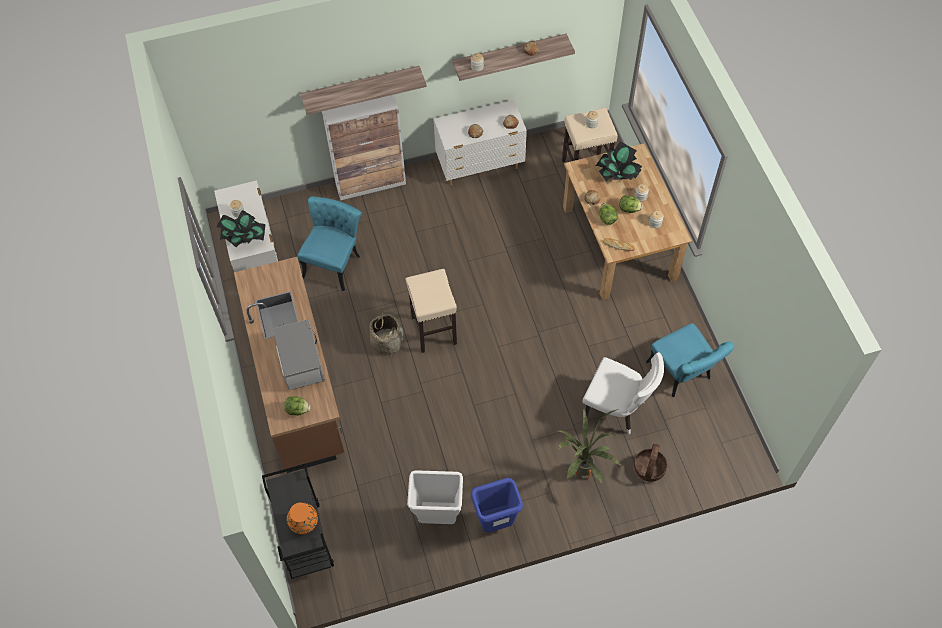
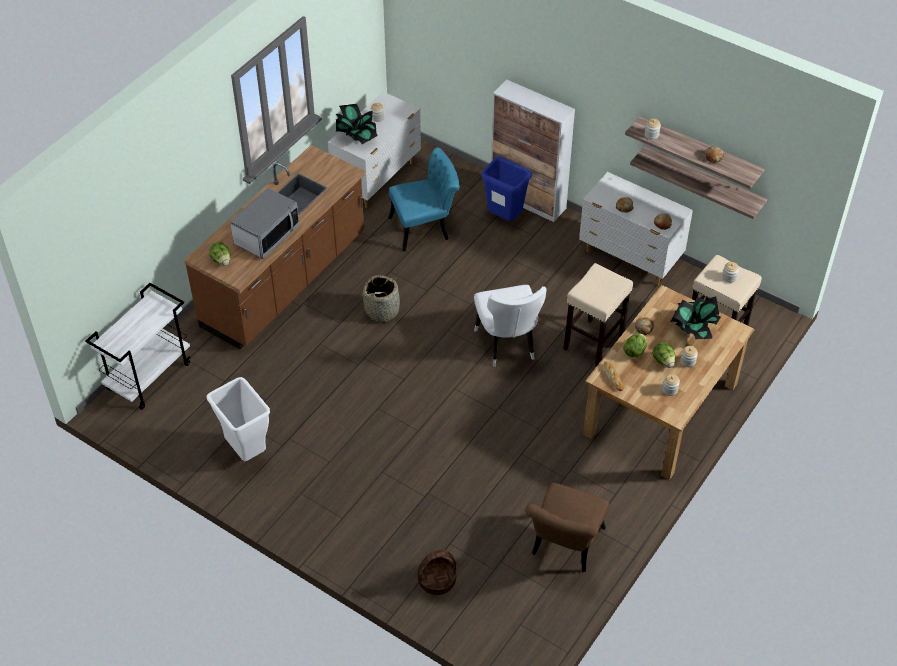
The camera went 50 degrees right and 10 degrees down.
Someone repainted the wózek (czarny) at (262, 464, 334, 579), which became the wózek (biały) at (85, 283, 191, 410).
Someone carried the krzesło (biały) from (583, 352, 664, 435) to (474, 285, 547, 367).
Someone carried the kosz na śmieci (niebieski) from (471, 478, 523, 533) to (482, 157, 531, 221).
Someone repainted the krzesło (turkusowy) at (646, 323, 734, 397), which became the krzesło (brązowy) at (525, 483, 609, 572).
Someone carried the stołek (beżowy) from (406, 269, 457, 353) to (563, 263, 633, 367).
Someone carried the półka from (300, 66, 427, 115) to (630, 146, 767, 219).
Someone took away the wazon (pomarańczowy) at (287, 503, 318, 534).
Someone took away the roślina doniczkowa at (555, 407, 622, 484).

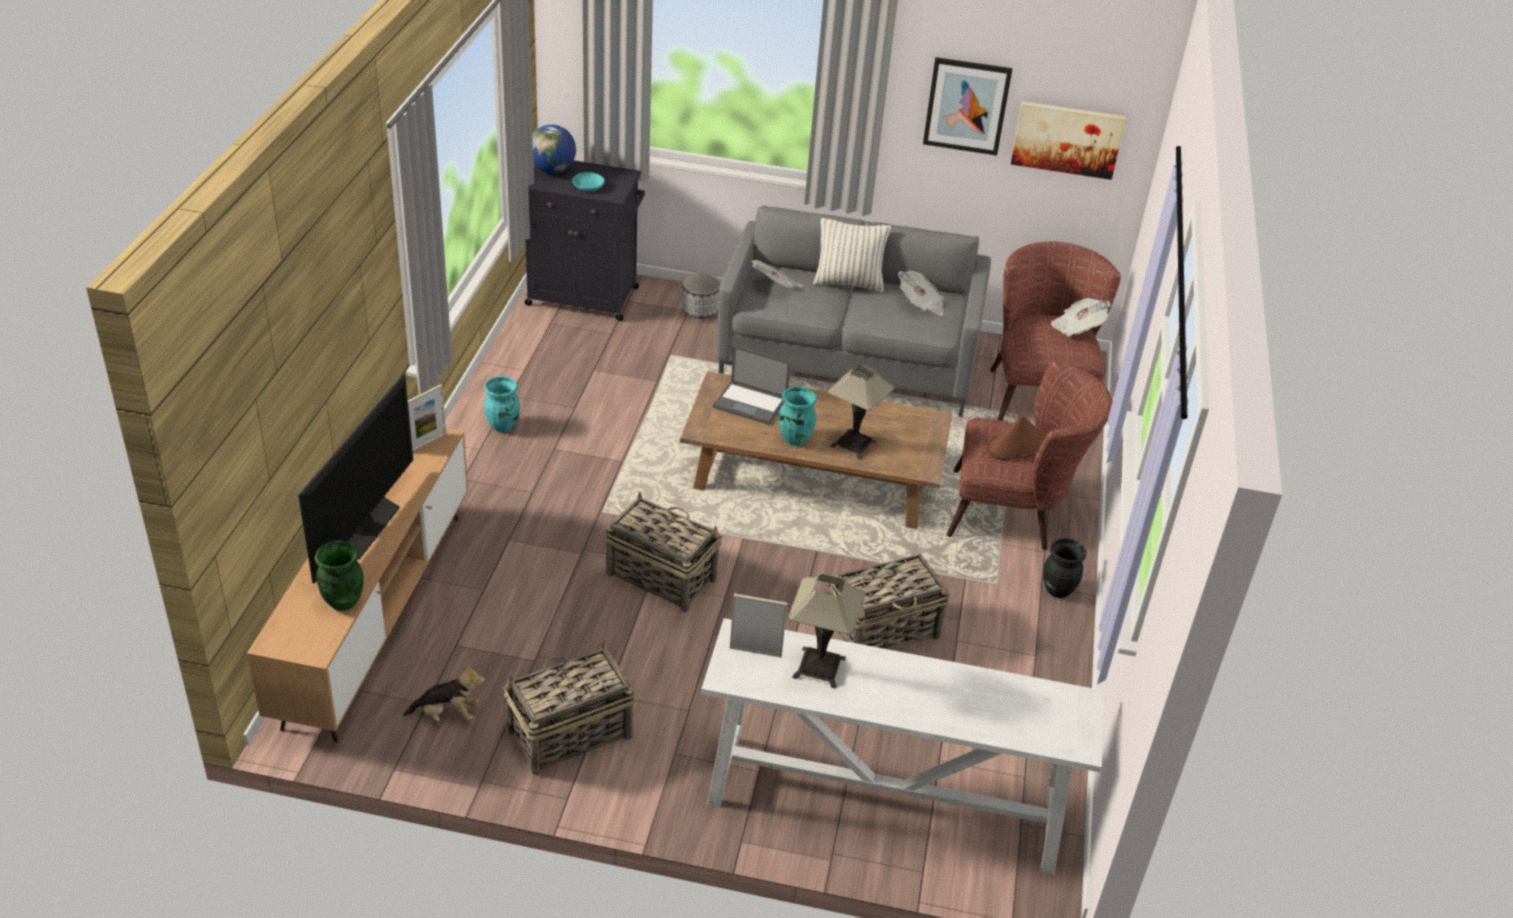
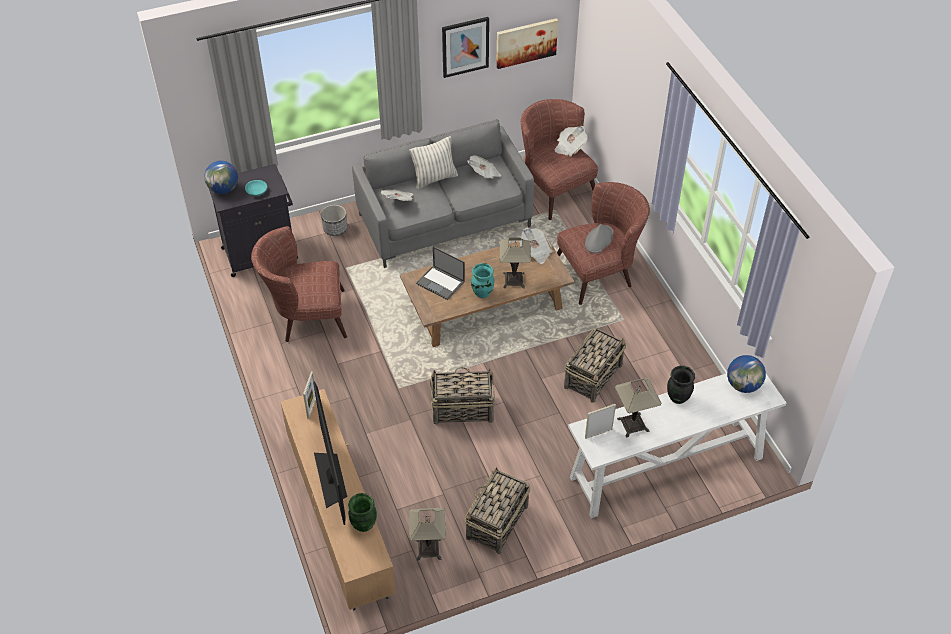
The camera went 30 degrees left and 10 degrees up.
Someone put down the fotel (brązowy) at (251, 226, 347, 342).
Someone swapped the pluszak at (403, 663, 485, 721) for the lampa stołowa at (409, 508, 446, 561).
Someone rotated the laptop at (713, 346, 791, 425) by 45 degrees clockwise.
Someone put down the gazeta at (519, 228, 552, 264).
Someone repainted the kapelusz (brązowy) at (986, 416, 1047, 460), which became the kapelusz (szary) at (585, 224, 613, 253).
Someone carried the wazon (czarny) from (1043, 538, 1086, 598) to (667, 366, 695, 404).
Someone put down the globus at (727, 355, 766, 393).
Someone took away the wazon (turkusowy) at (484, 376, 520, 432).

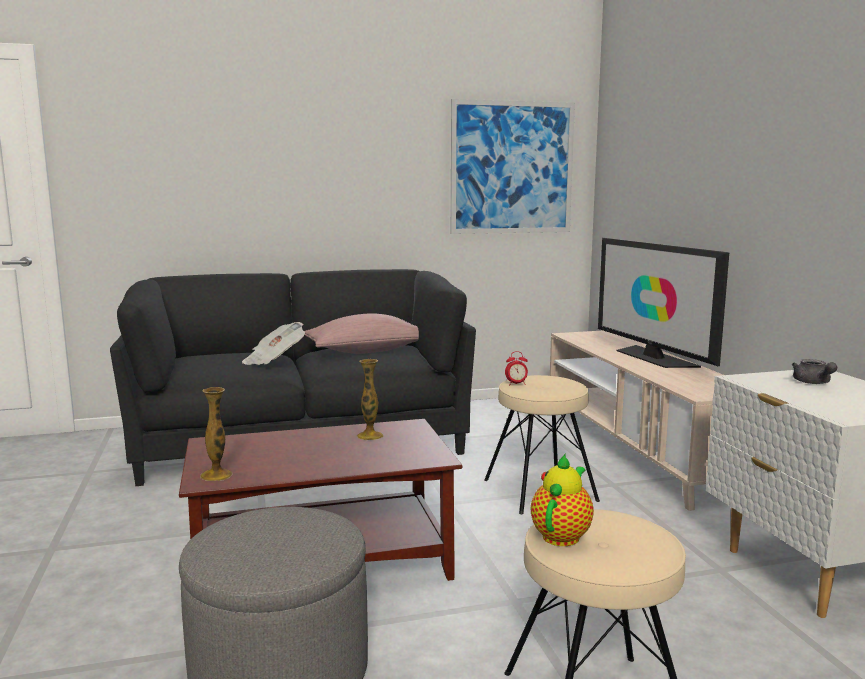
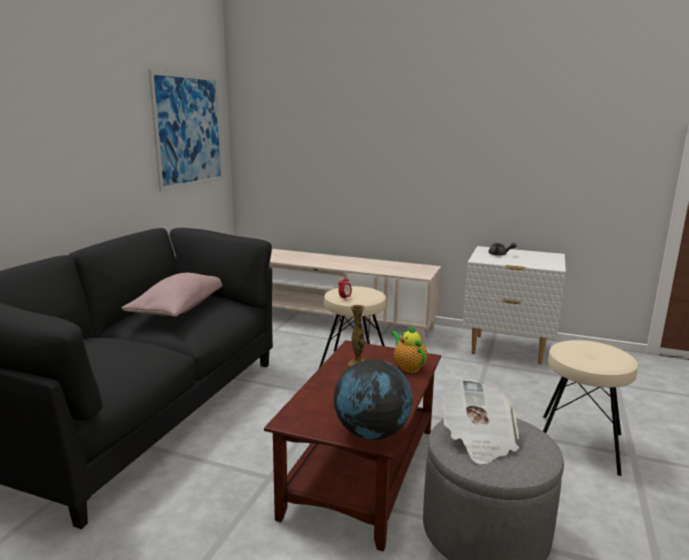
The camera went 55 degrees left and 5 degrees up.
Someone swapped the wazon at (200, 387, 233, 481) for the globus at (334, 359, 413, 440).
Someone carried the imbryk from (530, 454, 594, 546) to (391, 325, 427, 373).
Someone carried the gazeta from (242, 322, 305, 365) to (441, 379, 519, 464).
Someone took away the telewizor at (598, 238, 729, 368).

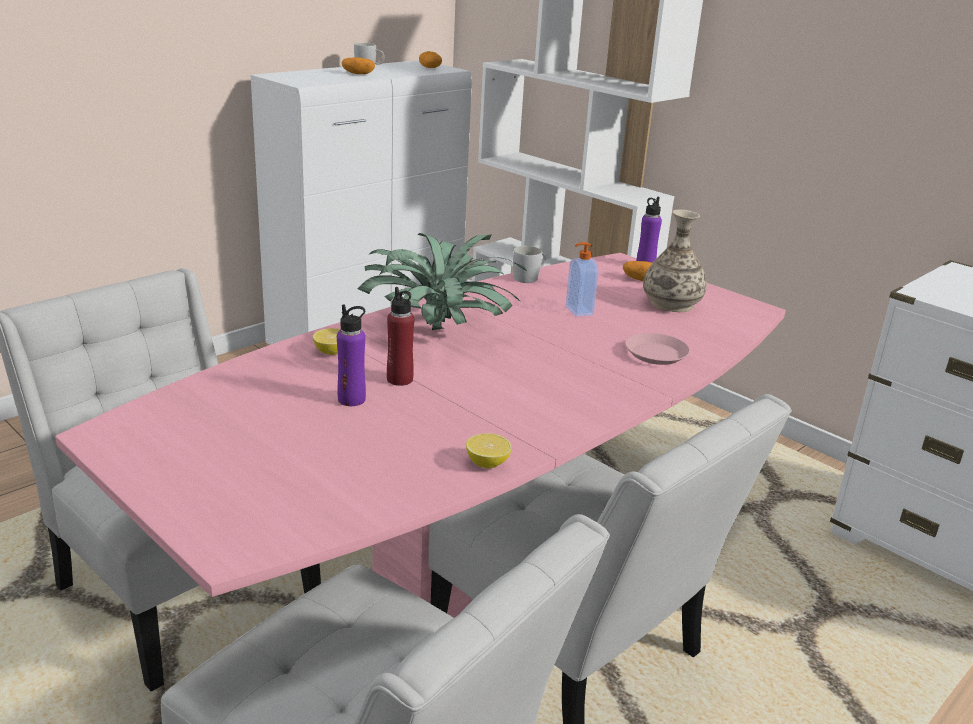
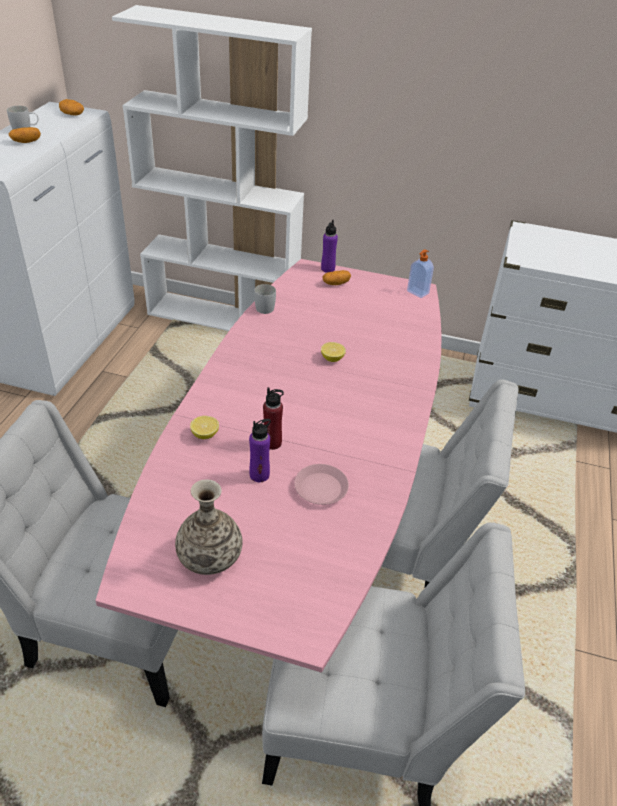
The camera went 30 degrees left and 15 degrees up.
Someone carried the wazon from (643, 209, 707, 312) to (175, 479, 242, 575).
Someone carried the talerz (różowy) from (625, 333, 690, 365) to (294, 464, 349, 505).
Someone carried the cytryna from (466, 433, 512, 468) to (321, 342, 346, 362).
Someone carried the dozownik mydła from (566, 242, 598, 317) to (407, 249, 434, 298).
Someone took away the roślina doniczkowa at (358, 233, 527, 330).

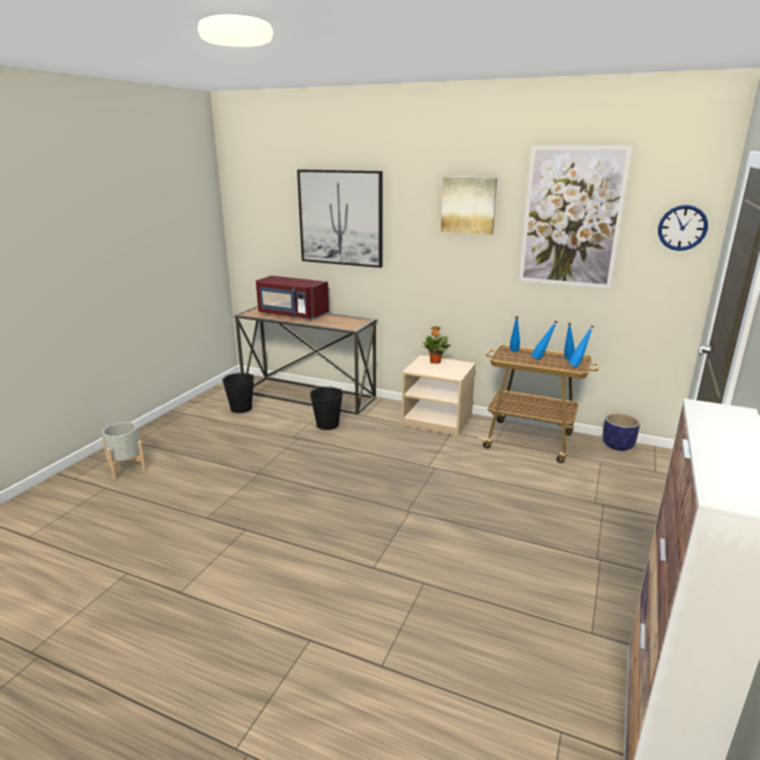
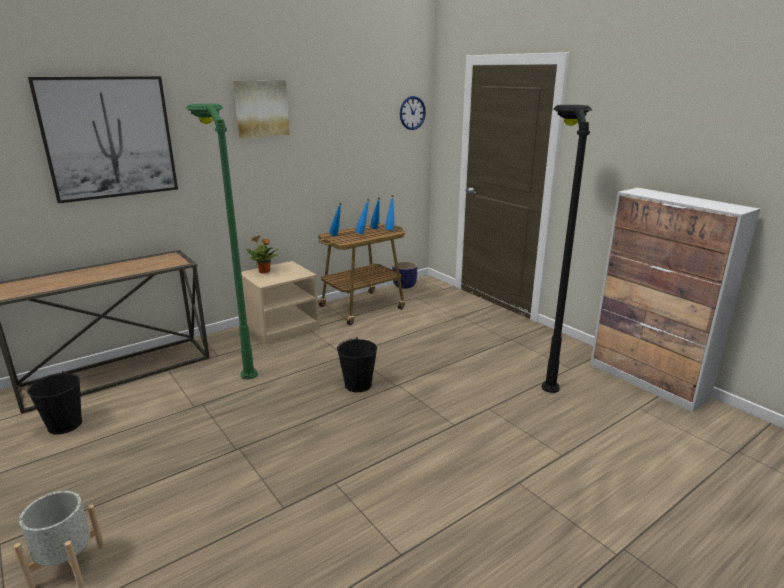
The camera went 60 degrees left and 0 degrees up.
Someone put down the lampa stojąca (zielony) at (185, 104, 258, 379).
Someone carried the wiadro (czarny) from (310, 386, 343, 430) to (337, 337, 377, 392).
Someone put down the lampa stojąca (czarny) at (542, 105, 592, 393).
Someone took away the mikrofalówka (czerwony) at (256, 276, 329, 320).
Someone took away the obraz at (519, 145, 633, 289).

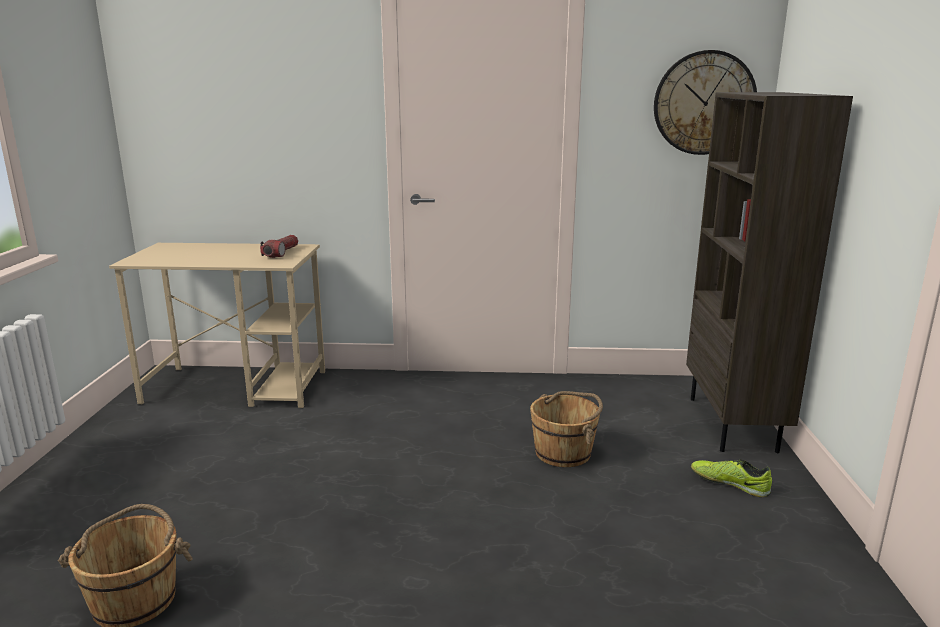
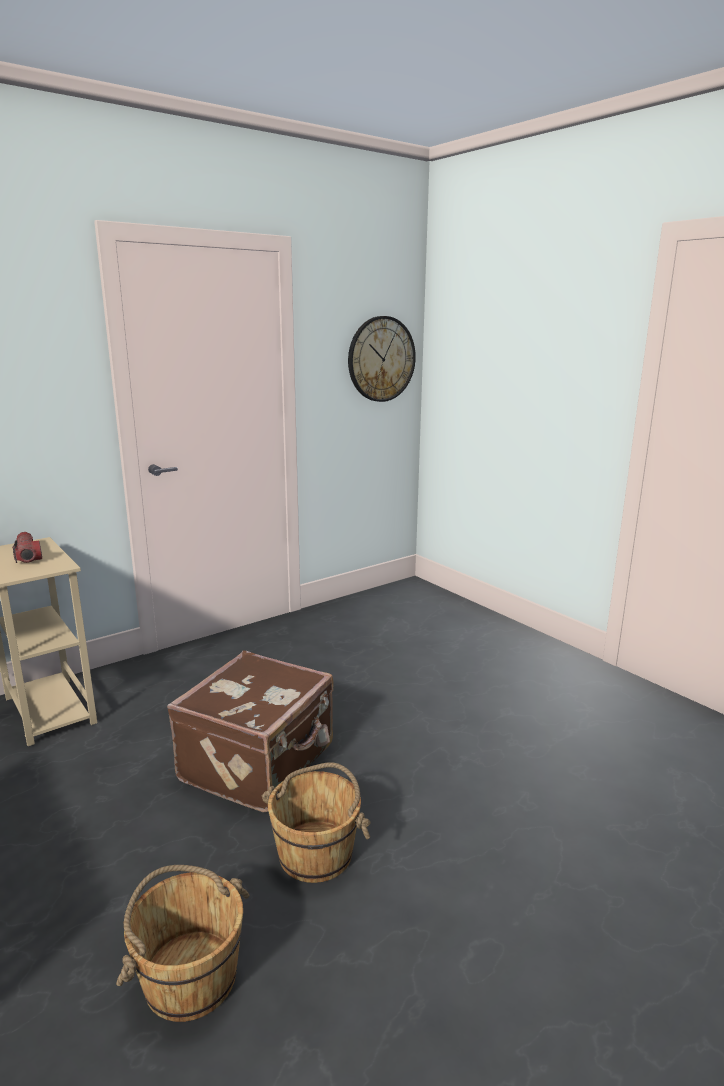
The camera went 40 degrees left and 0 degrees up.
Someone put down the walizka (brązowy) at (167, 650, 334, 813).
Someone carried the wiadro (brązowy) from (530, 391, 603, 467) to (262, 762, 371, 883).
Someone took away the regał (brązowy) at (686, 92, 853, 453).
Someone took away the but at (691, 459, 772, 497).

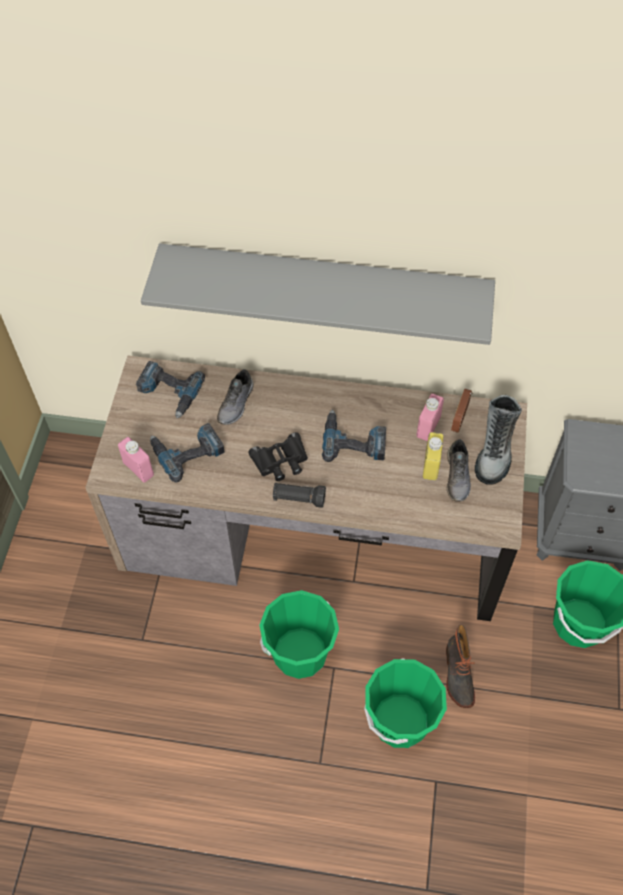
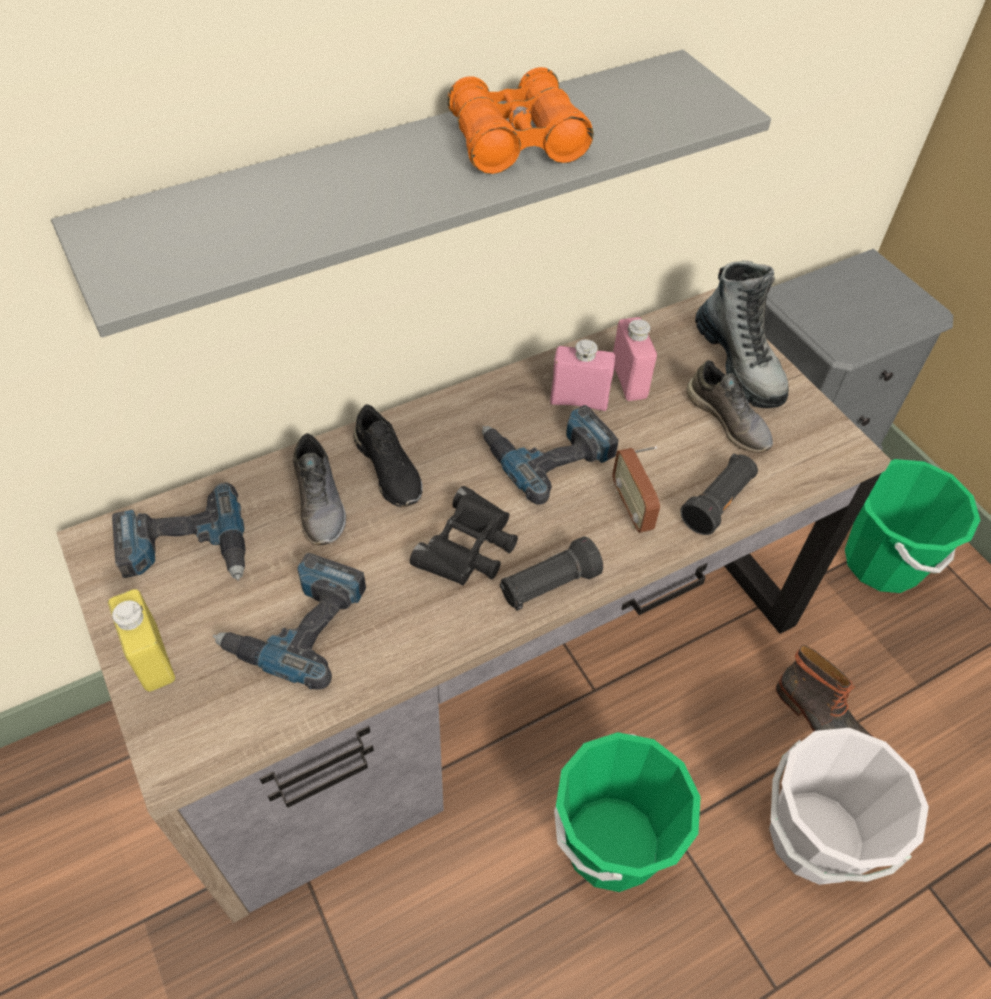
The camera went 40 degrees left and 5 degrees down.
Someone carried the butelka (żółty) from (423, 432, 444, 480) to (108, 589, 175, 692).
Someone put down the but (czarny) at (353, 404, 423, 507).
Someone put down the lornetka (pomarańczowy) at (447, 67, 593, 174).
Someone carried the butelka (różowy) from (118, 437, 154, 483) to (550, 339, 615, 411).
Someone carried the radio from (451, 388, 473, 433) to (612, 446, 660, 533).
Someone put down the latarka (czarny) at (680, 453, 758, 535).
Someone repainted the wiadro (zielony) at (364, 659, 447, 748), which became the wiadro (biały) at (769, 728, 929, 885).

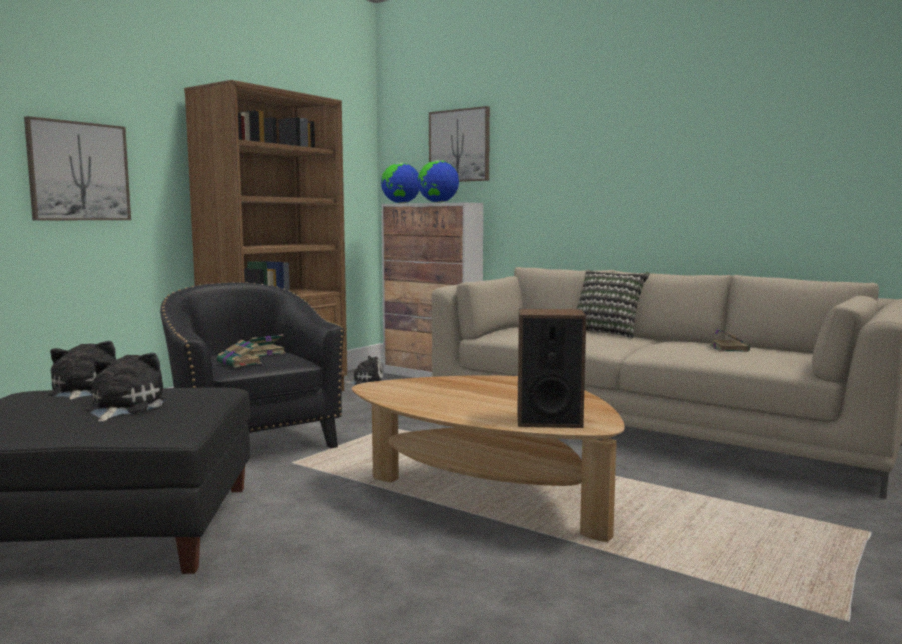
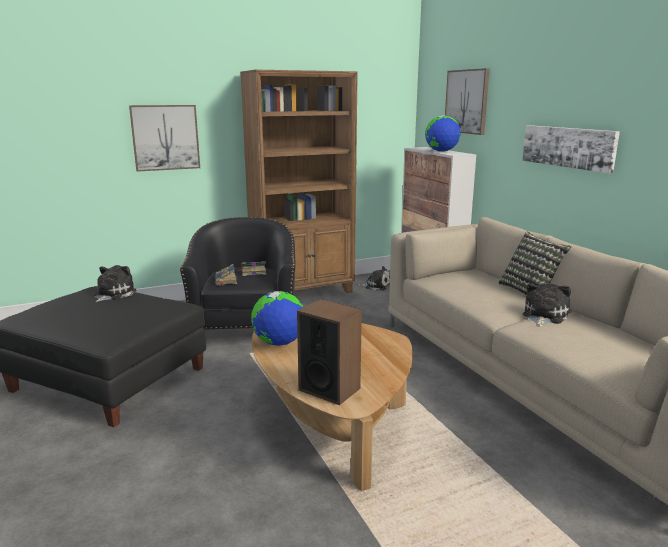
The camera went 30 degrees right and 10 degrees up.
Someone carried the globus from (381, 163, 420, 204) to (251, 291, 303, 346).
Someone put up the obraz at (522, 125, 620, 174).
Someone carried the pluszak from (86, 353, 166, 422) to (523, 283, 571, 327).
Someone took away the książka at (710, 327, 750, 352).

